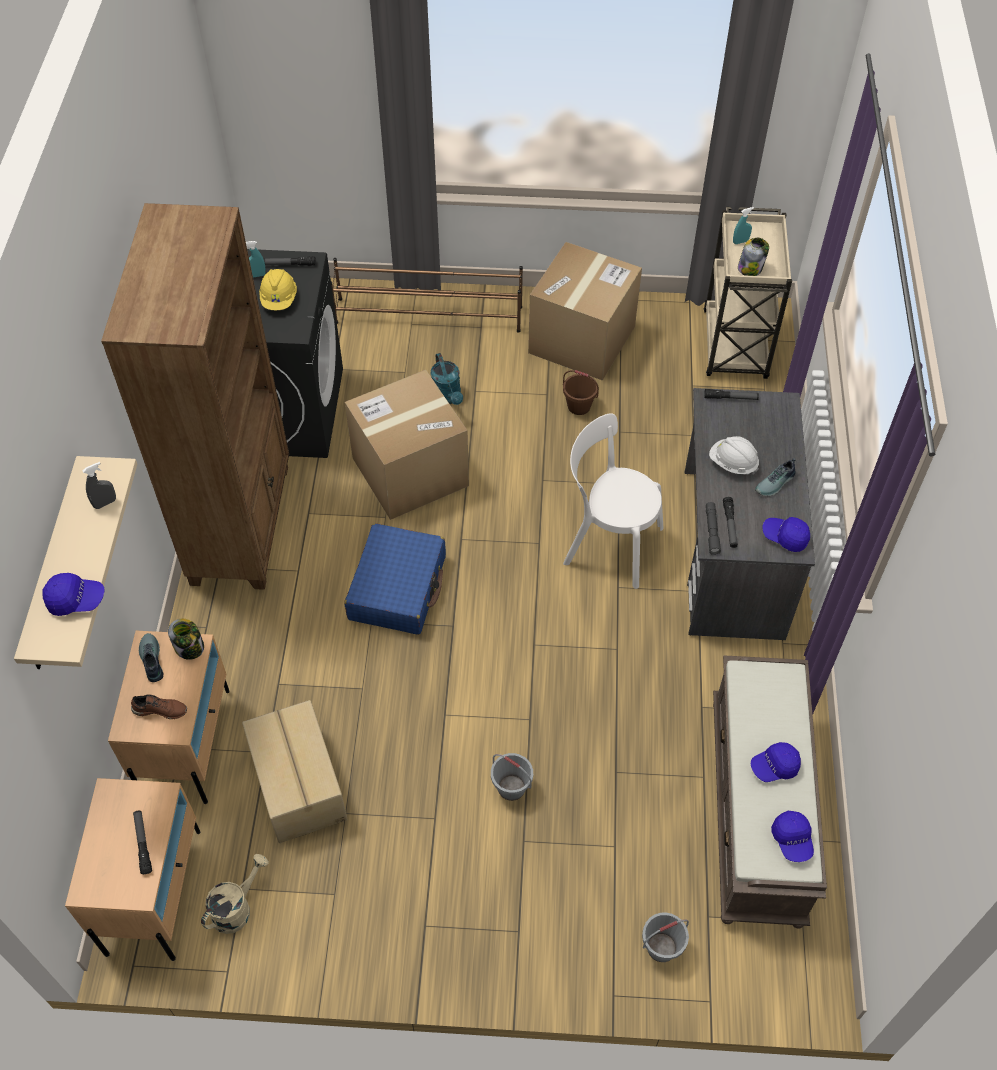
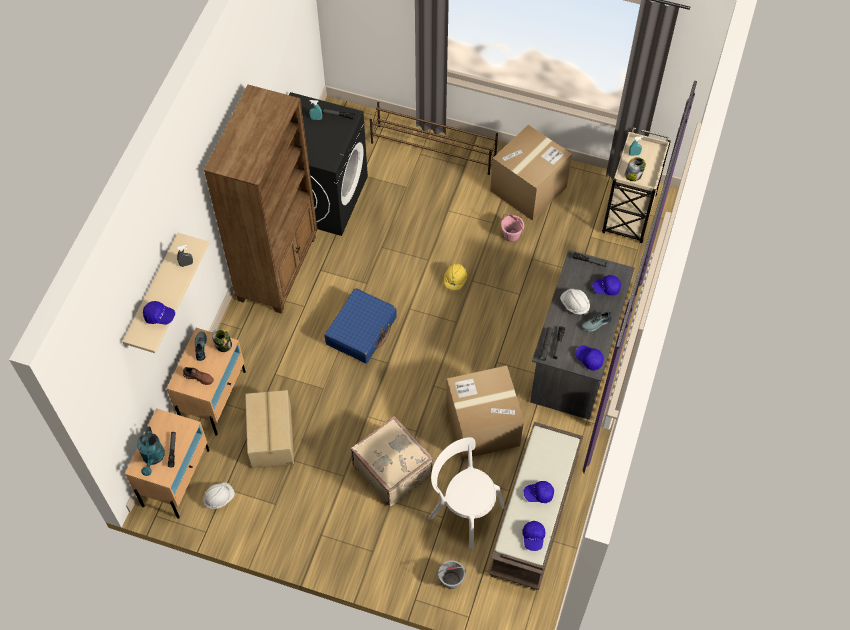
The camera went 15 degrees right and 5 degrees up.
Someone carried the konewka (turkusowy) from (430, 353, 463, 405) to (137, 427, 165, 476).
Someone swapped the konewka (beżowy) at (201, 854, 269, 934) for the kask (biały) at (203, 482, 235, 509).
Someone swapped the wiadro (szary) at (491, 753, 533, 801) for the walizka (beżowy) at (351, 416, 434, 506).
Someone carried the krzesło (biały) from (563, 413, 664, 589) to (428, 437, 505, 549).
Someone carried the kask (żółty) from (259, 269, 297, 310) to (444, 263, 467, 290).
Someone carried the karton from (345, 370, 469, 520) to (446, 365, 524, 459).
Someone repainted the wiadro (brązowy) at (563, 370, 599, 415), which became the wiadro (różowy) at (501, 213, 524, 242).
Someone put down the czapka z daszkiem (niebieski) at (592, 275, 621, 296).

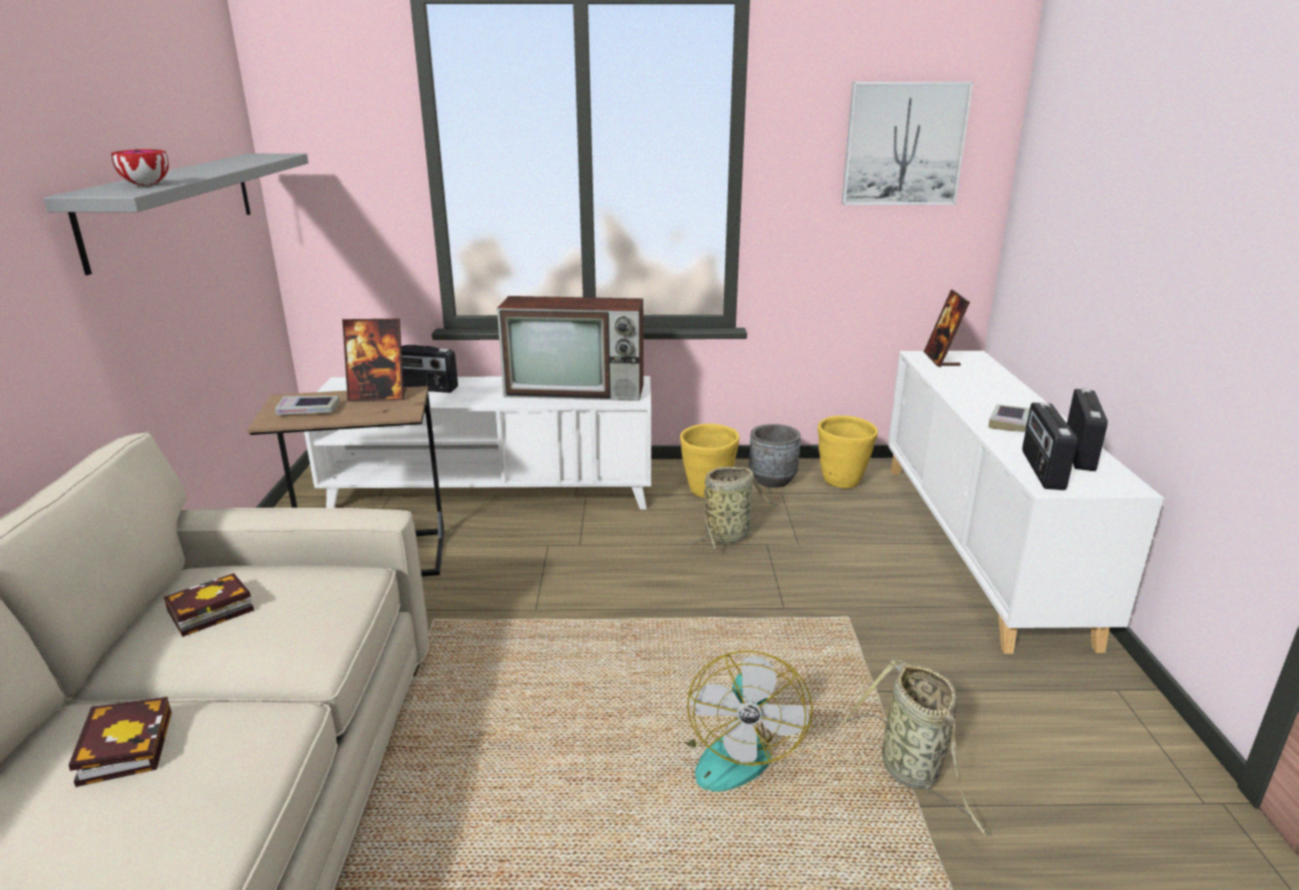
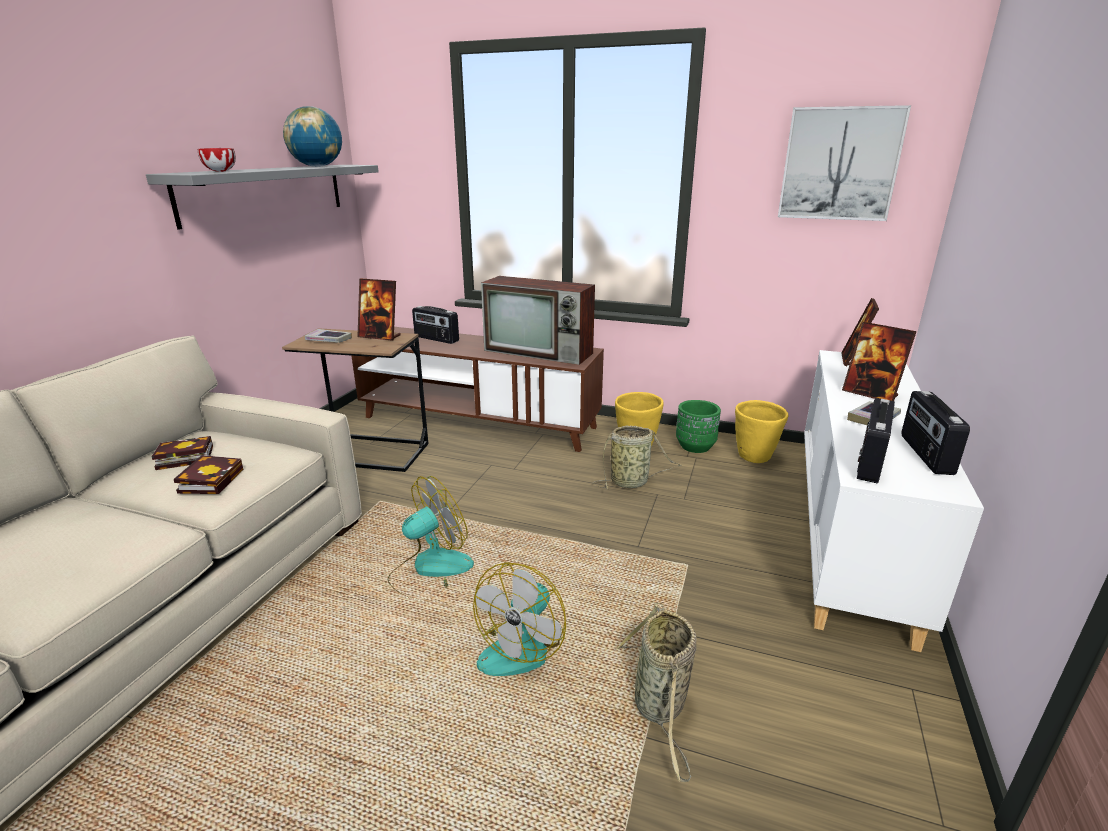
The camera went 20 degrees right and 0 degrees up.
Someone carried the książka from (69, 697, 172, 787) to (174, 455, 243, 494).
Someone put down the globus at (283, 106, 342, 167).
Someone repainted the szafka pod telewizor (biały) at (304, 376, 651, 510), which became the szafka pod telewizor (brązowy) at (352, 327, 604, 452).
Someone put down the wentylator at (388, 476, 474, 599).
Someone repainted the donica (szary) at (749, 424, 801, 488), which became the donica (zielony) at (676, 400, 721, 453).
Someone put down the ramka na zdjęcie at (842, 322, 917, 401).
Someone rotated the radio at (1067, 388, 1108, 471) by 150 degrees clockwise.

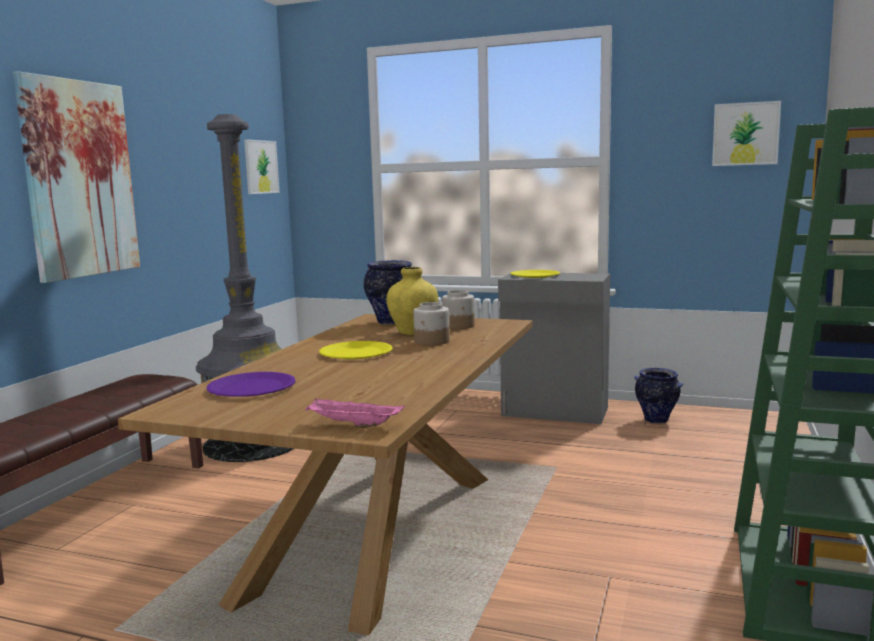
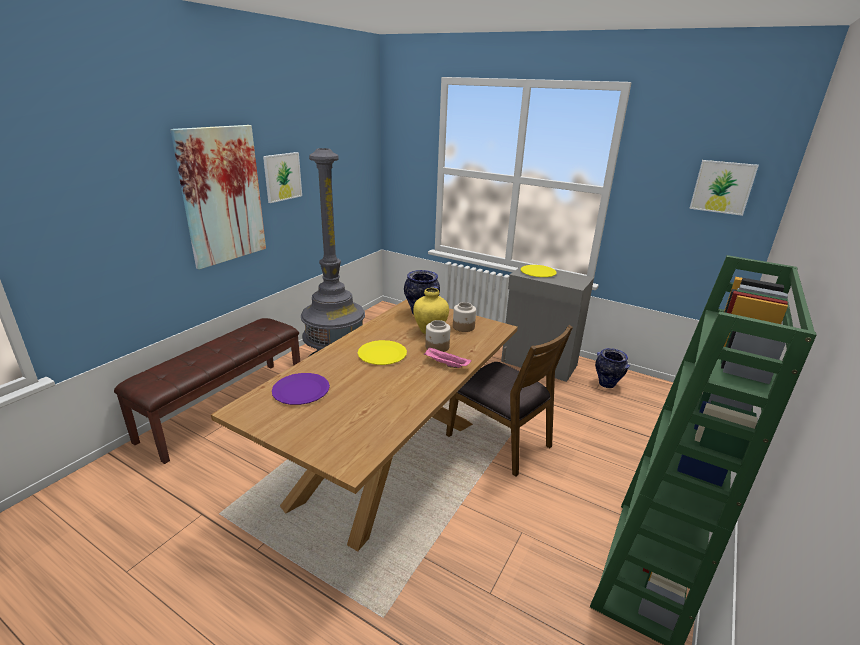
The camera went 10 degrees right and 15 degrees up.
Someone carried the obraz from (244, 139, 280, 194) to (263, 152, 302, 203).
Someone carried the taca (różowy) from (305, 398, 404, 428) to (424, 347, 472, 368).
Someone put down the krzesło (brązowy) at (446, 325, 573, 476).

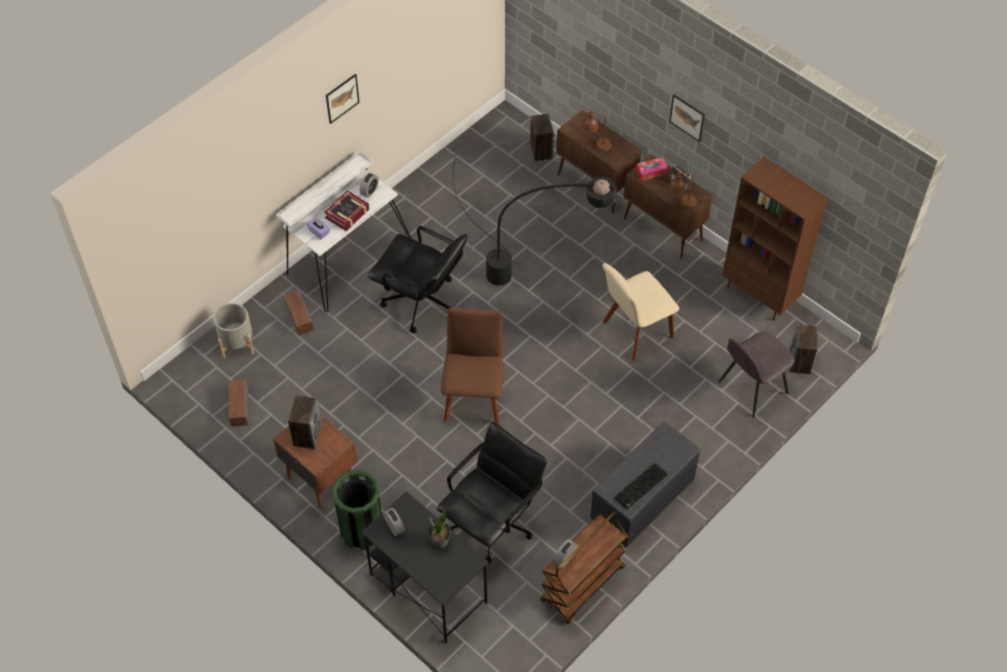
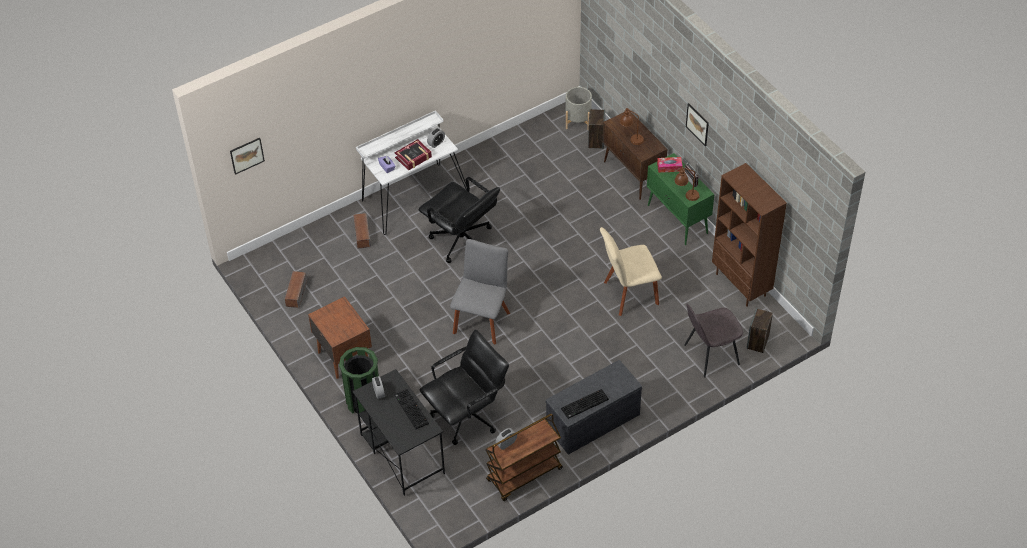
The camera went 15 degrees right and 5 degrees down.
Someone carried the obraz from (326, 74, 360, 124) to (230, 138, 265, 175).
Someone swapped the roślina doniczkowa at (428, 510, 451, 548) for the klawiatura at (394, 389, 429, 429).
Someone repainted the krzesło (brązowy) at (441, 307, 505, 425), which became the krzesło (szary) at (450, 239, 510, 344).
Someone carried the donica (szary) from (213, 303, 254, 358) to (565, 87, 592, 130).
Someone repainted the szafka (brązowy) at (624, 154, 713, 259), which became the szafka (zielony) at (647, 153, 714, 245).
Someone took away the głośnik at (288, 395, 322, 449).
Someone took away the lampa stojąca (czarny) at (453, 155, 616, 286).

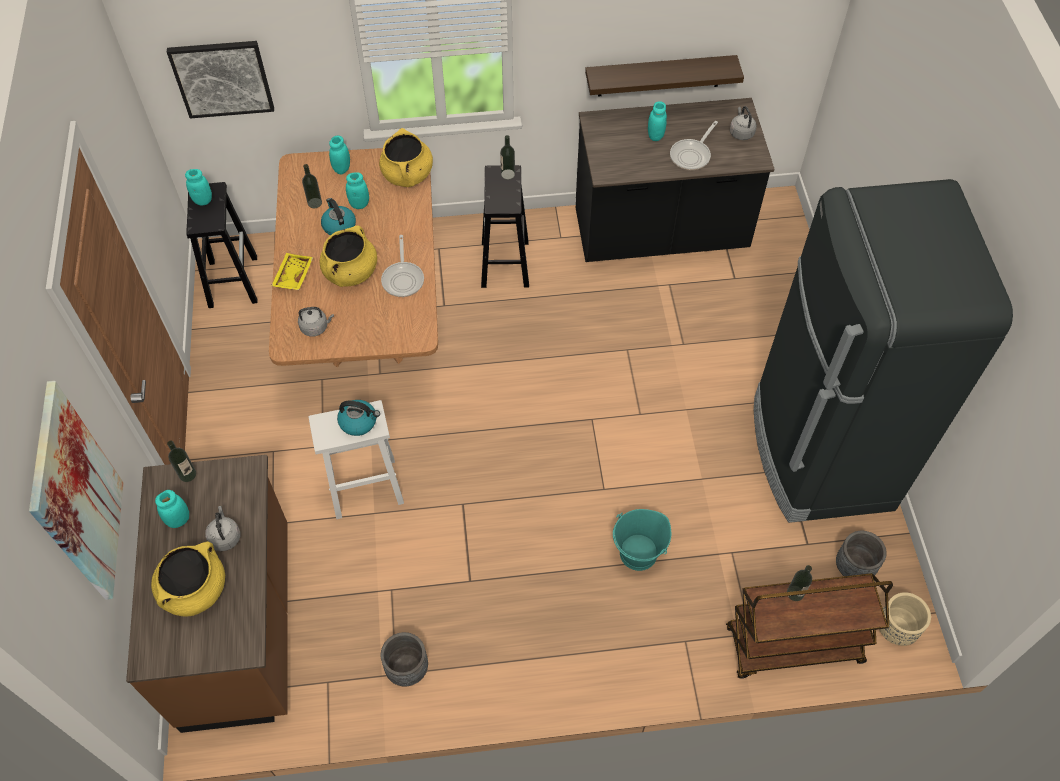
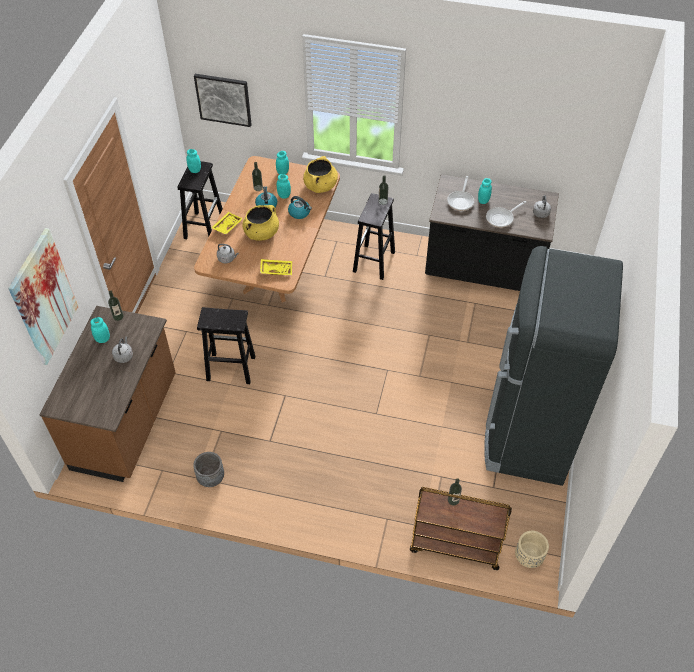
The camera went 20 degrees right and 5 degrees down.
Someone repainted the stołek (biały) at (309, 400, 404, 519), which became the stołek (czarny) at (197, 307, 255, 384).
Someone put down the taca (żółty) at (260, 259, 292, 276).
Someone carried the czajnik from (337, 400, 380, 436) to (288, 196, 312, 219).
Someone carried the patelnia from (381, 235, 424, 297) to (447, 176, 474, 211).
Someone took away the garnek (żółty) at (151, 541, 225, 616).
Someone took away the półka at (585, 55, 744, 97).
Someone took away the wiadro (turkusowy) at (613, 509, 671, 571).
Someone took away the donica (szary) at (836, 531, 887, 576).

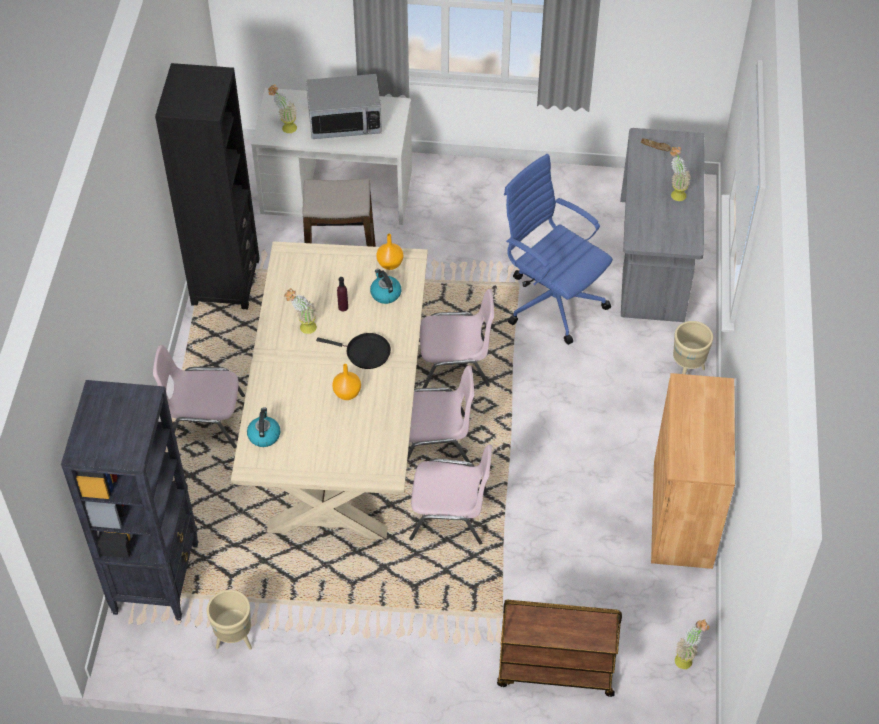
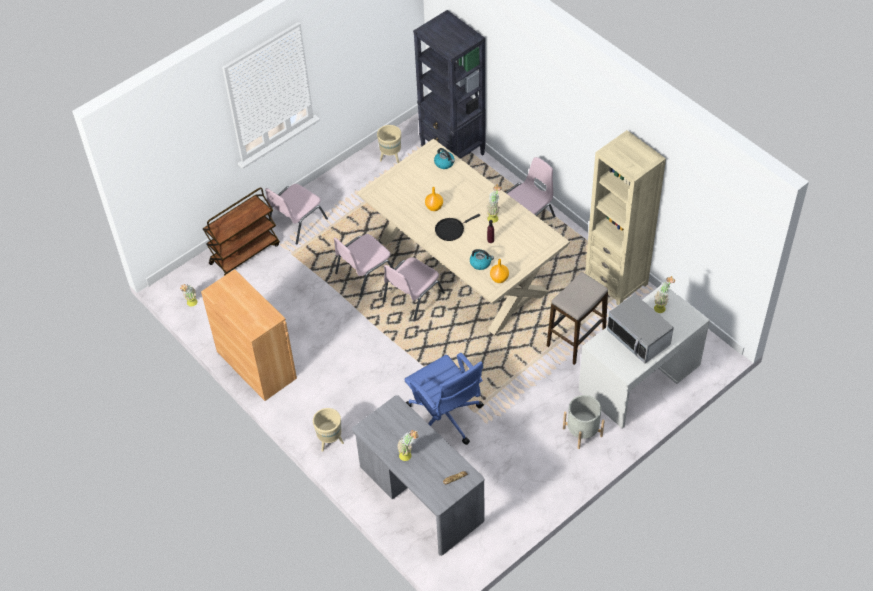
The camera went 135 degrees right and 0 degrees up.
Someone carried the krzesło (różowy) from (419, 289, 494, 388) to (265, 184, 328, 245).
Someone rotated the krzesło biurowe (niebieski) at (504, 154, 613, 345) by 60 degrees clockwise.
Someone put down the donica (szary) at (563, 395, 605, 449).
Someone repainted the regał (czarny) at (155, 63, 260, 309), which became the regał (beżowy) at (585, 130, 666, 305).
Someone rotated the mikrofalówka at (306, 74, 382, 139) by 75 degrees counterclockwise.

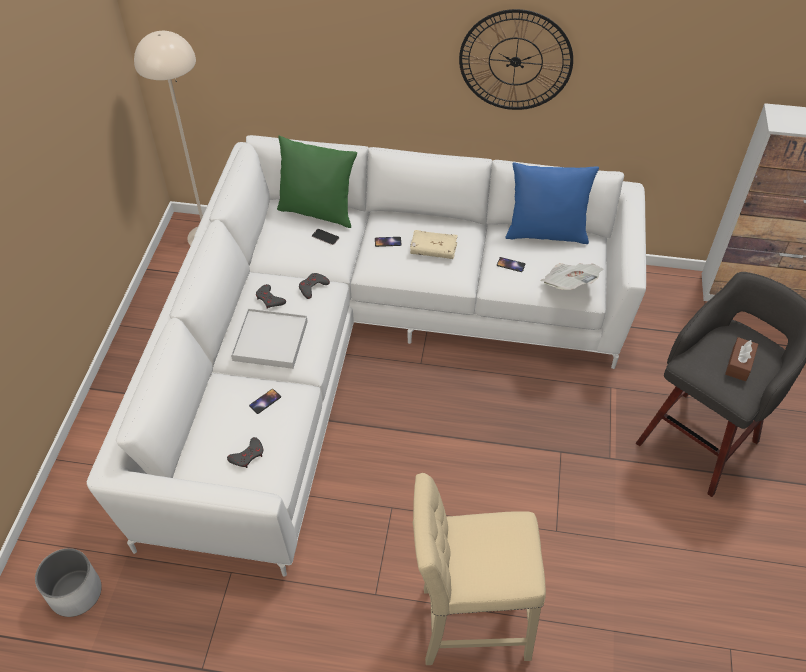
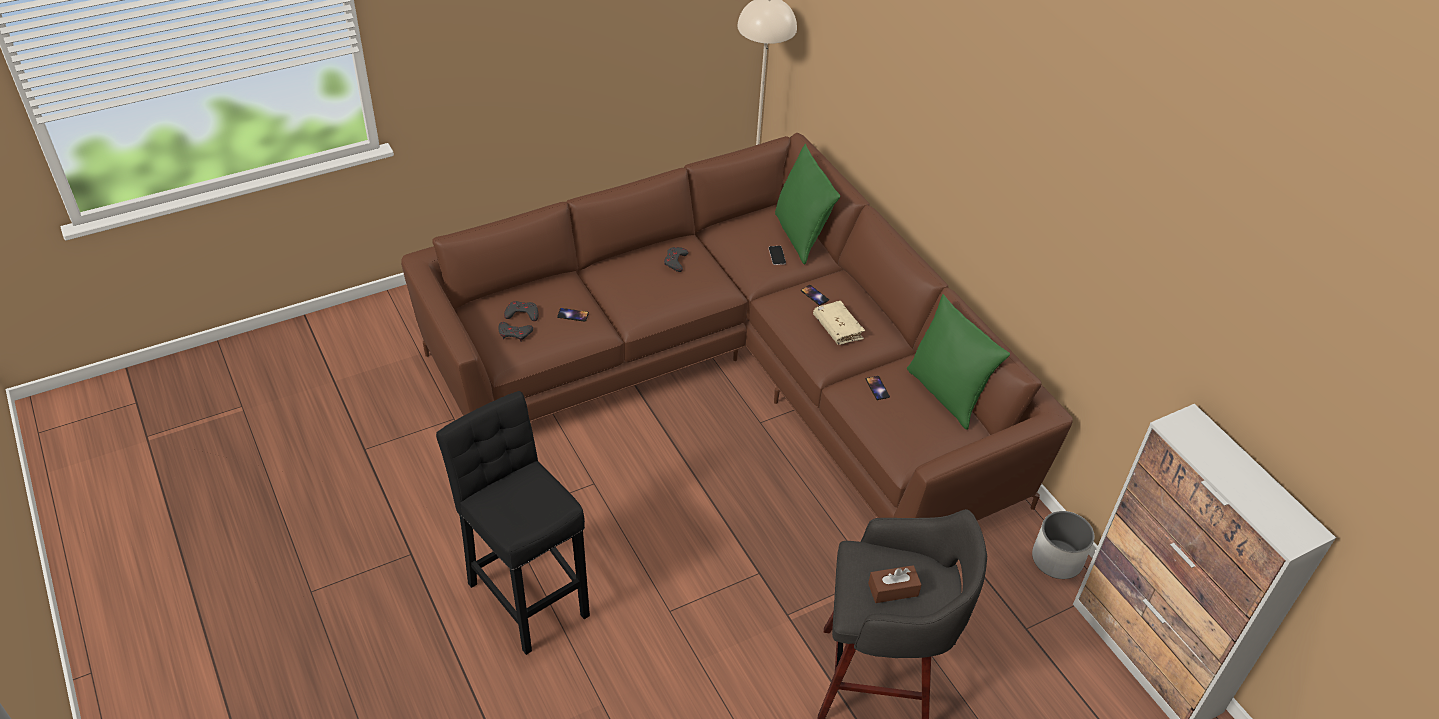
The camera went 50 degrees right and 5 degrees down.
Someone repainted the kanapa (biały) at (87, 135, 646, 577), which became the kanapa (brązowy) at (401, 133, 1073, 520).
Someone repainted the stołek (beżowy) at (413, 473, 546, 665), which became the stołek (czarny) at (436, 391, 590, 655).
Someone carried the pad do gier (szary) from (299, 273, 330, 299) to (504, 301, 538, 321).
Someone repainted the poduszka (niebieski) at (505, 162, 599, 244), which became the poduszka (zielony) at (907, 294, 1010, 430).
Someone carried the donica (biały) from (35, 548, 102, 617) to (1032, 511, 1094, 579).
Someone took away the taca (biały) at (231, 308, 308, 369).
Someone took away the zegar ścienny at (459, 9, 573, 110).
Someone took away the gazeta at (541, 263, 604, 290).

